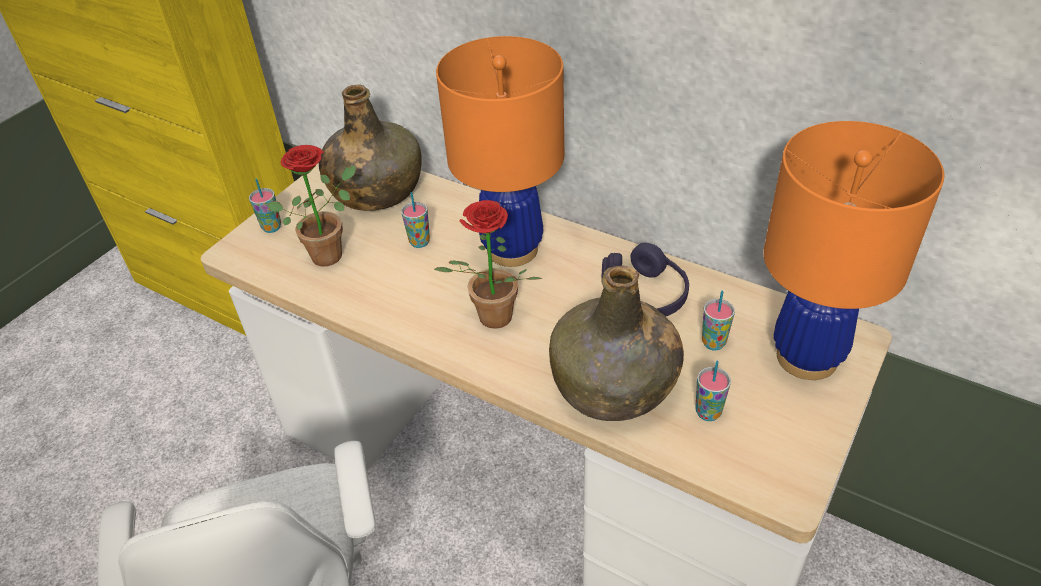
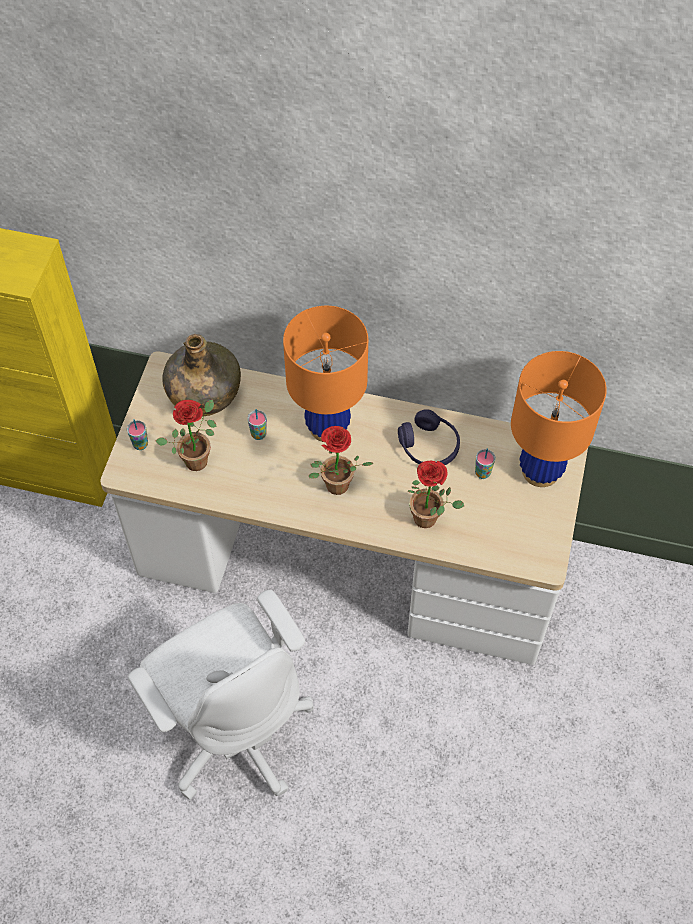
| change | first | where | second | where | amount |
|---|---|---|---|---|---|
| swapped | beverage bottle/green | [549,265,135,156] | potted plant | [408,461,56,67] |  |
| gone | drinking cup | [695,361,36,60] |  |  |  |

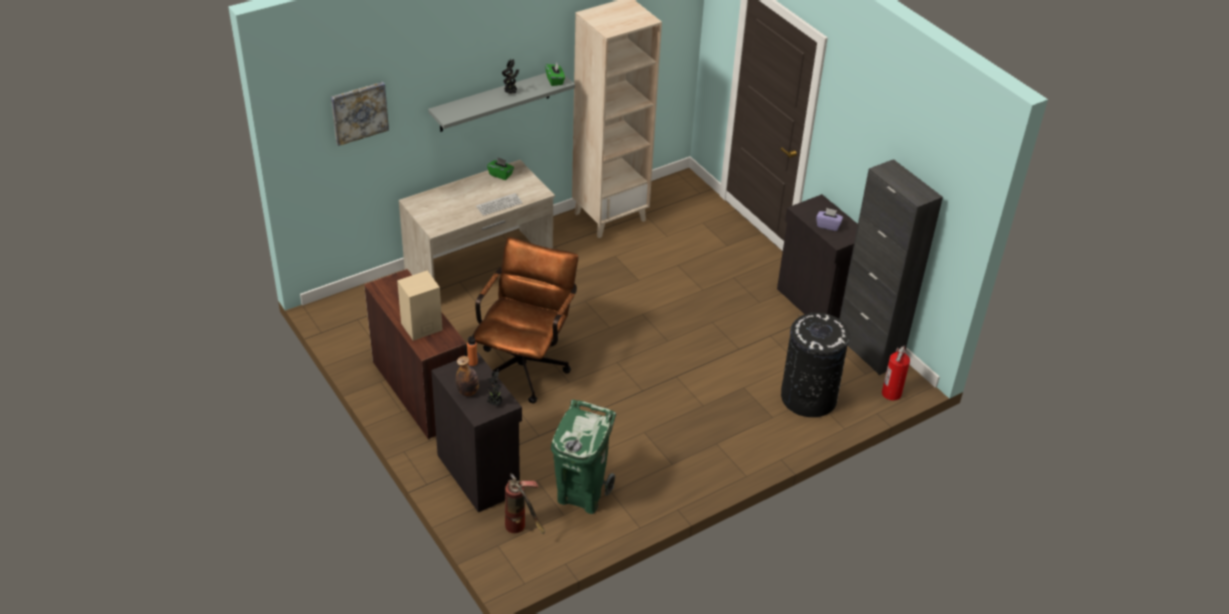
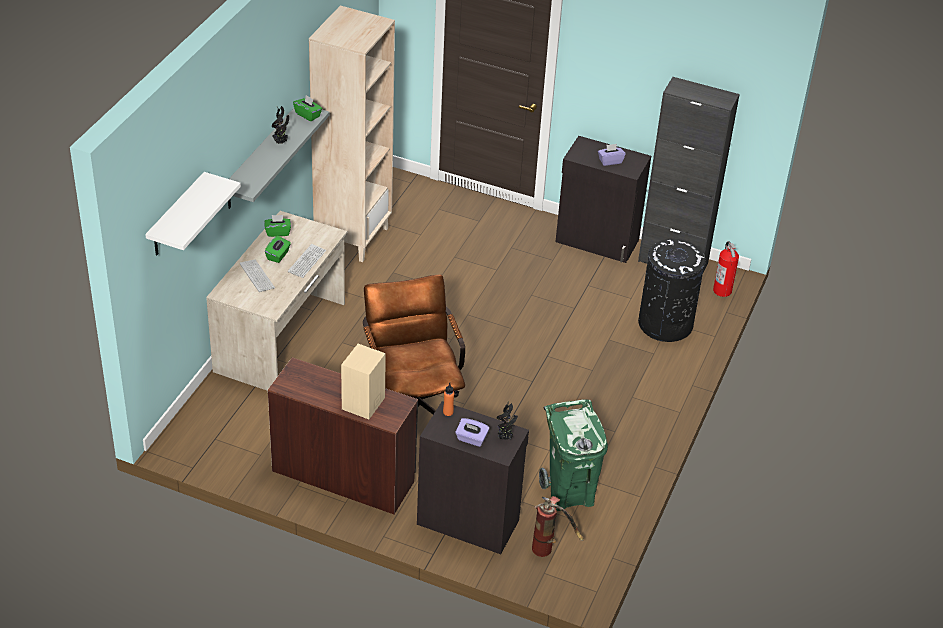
| change | first | where | second | where | amount |
|---|---|---|---|---|---|
| swapped | picture | [331,82,58,64] | wall shelf/white | [145,172,96,83] |  |
| swapped | beverage bottle | [456,356,23,40] | tissue holder/purplish | [455,418,35,29] |  |
| new |  |  | keyboard | [240,259,35,33] |  |
| new |  |  | tissue holder/green | [265,236,26,27] |  |

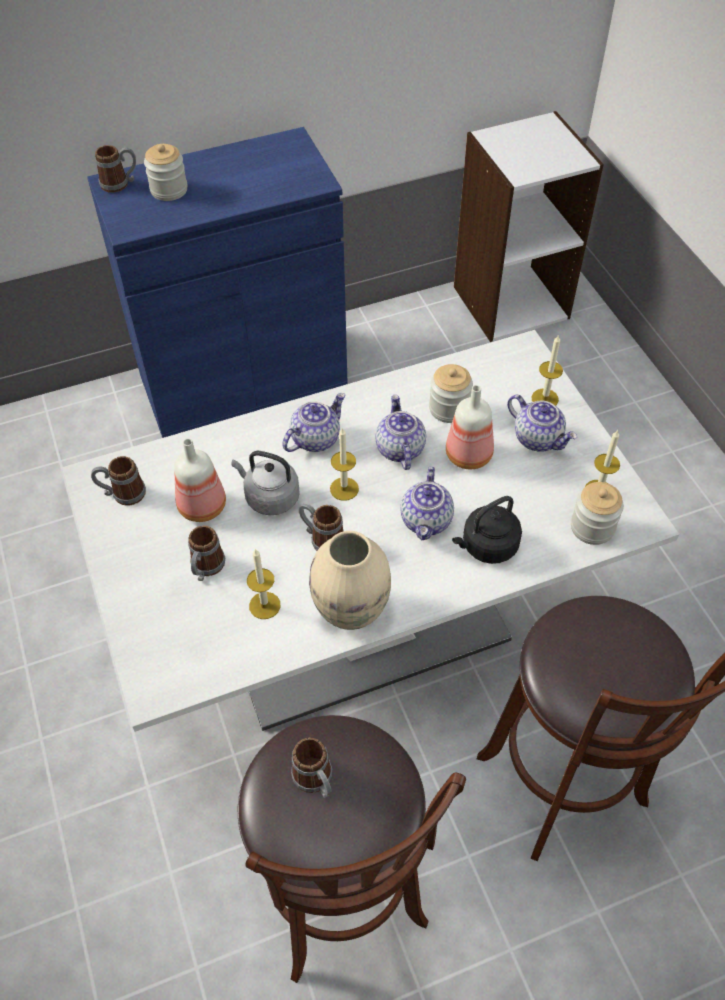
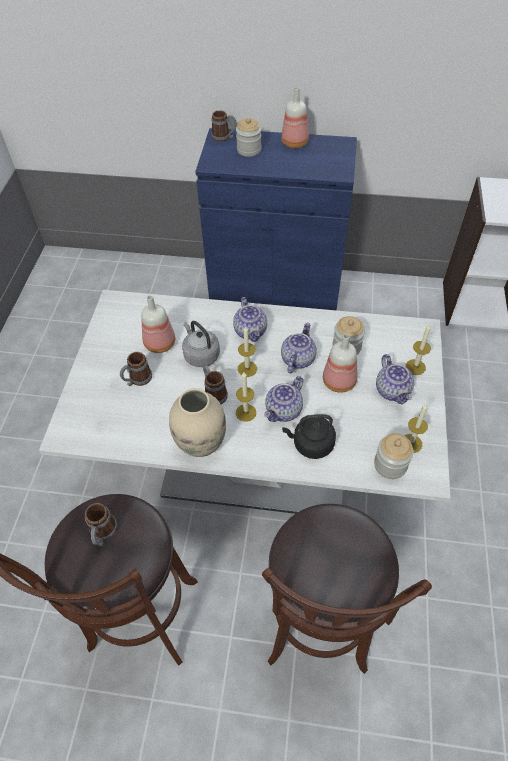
| change | first | where | second | where | amount |
|---|---|---|---|---|---|
| gone | coffee mug | [91,456,55,49] |  |  |  |
| shifted | wax candle | [247,549,33,70] |  | [236,372,20,50] |  |
| rotated | teapot | [282,393,63,59] |  | [233,297,34,45] | 90 degrees clockwise |
| new |  |  | beverage bottle | [281,87,28,61] |  |

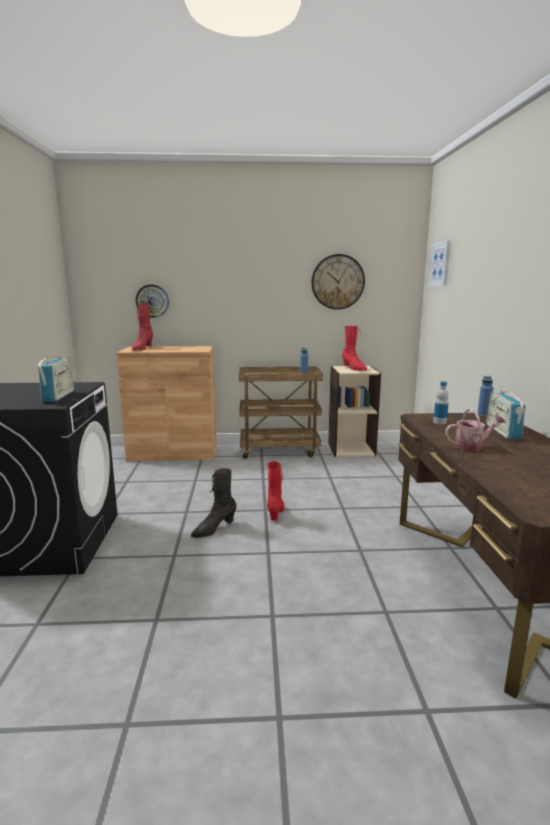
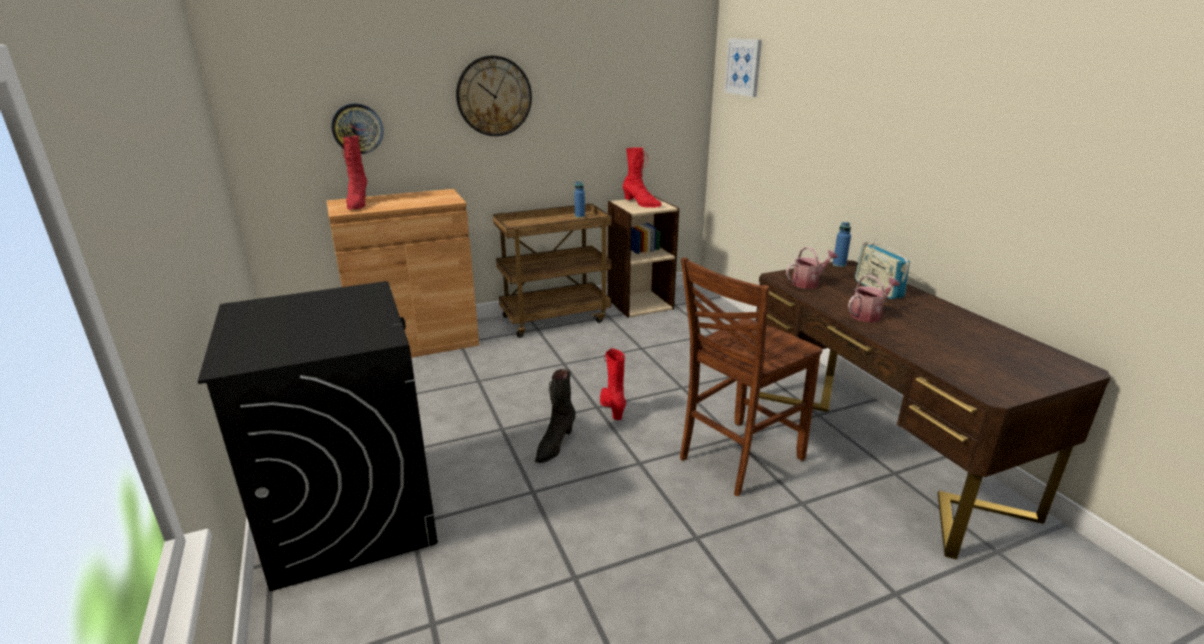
| change | first | where | second | where | amount |
|---|---|---|---|---|---|
| gone | radio | [38,355,36,47] |  |  |  |
| shifted | wall clock | [311,254,54,56] |  | [456,56,76,80] |  |
| swapped | beverage bottle | [433,381,16,43] | sprinkling can | [786,246,52,43] |  |
| new |  |  | chair/brown-coloured | [680,257,143,239] |  |

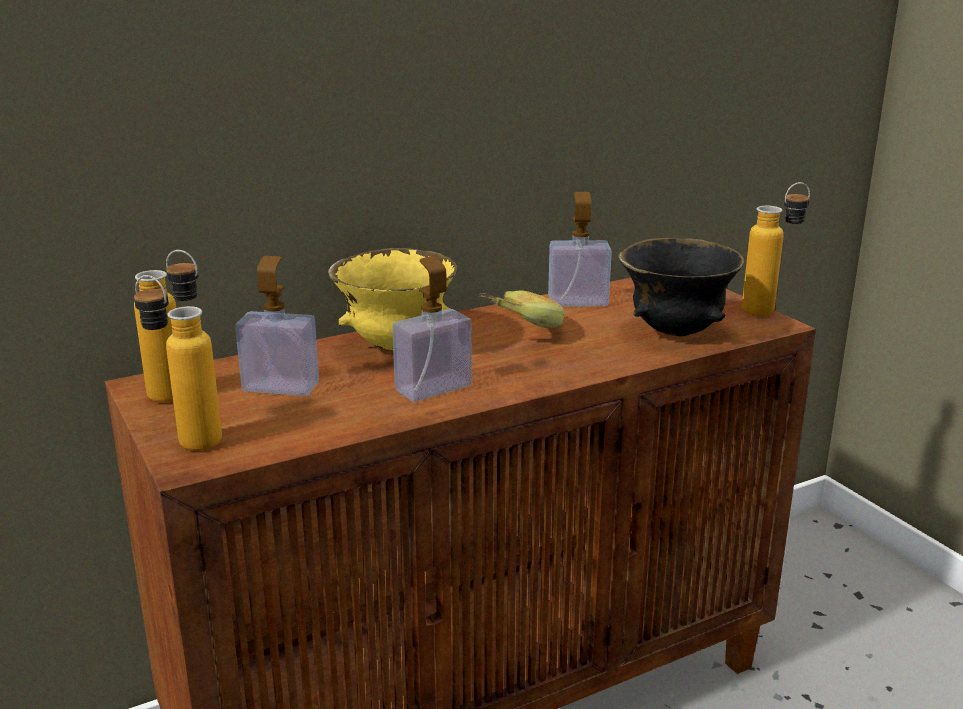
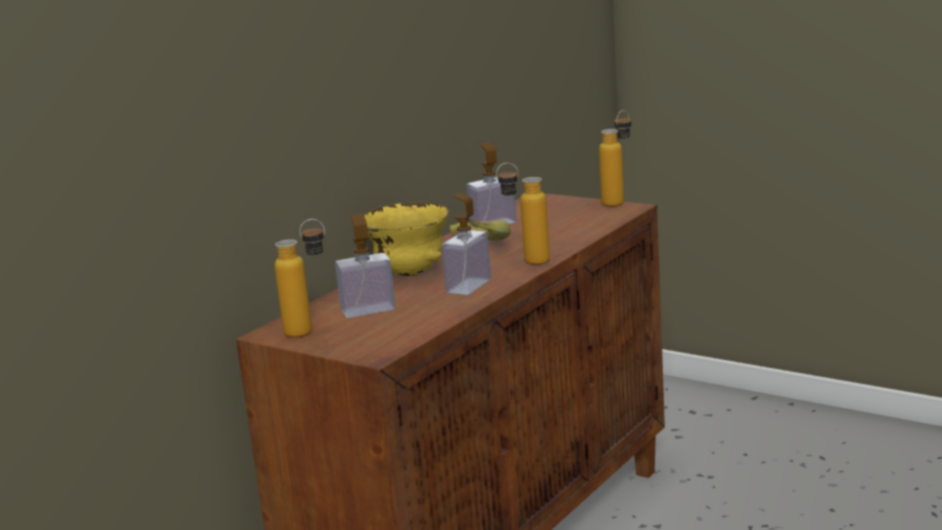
| change | first | where | second | where | amount |
|---|---|---|---|---|---|
| shifted | beverage bottle | [134,275,88,176] |  | [496,163,54,102] |  |
| gone | bowl/black-coloured | [618,238,127,98] |  |  |  |

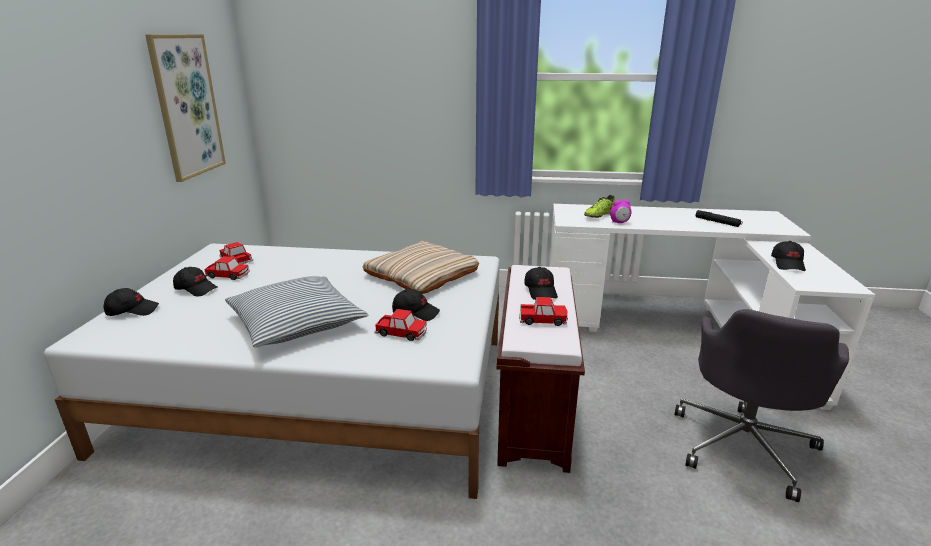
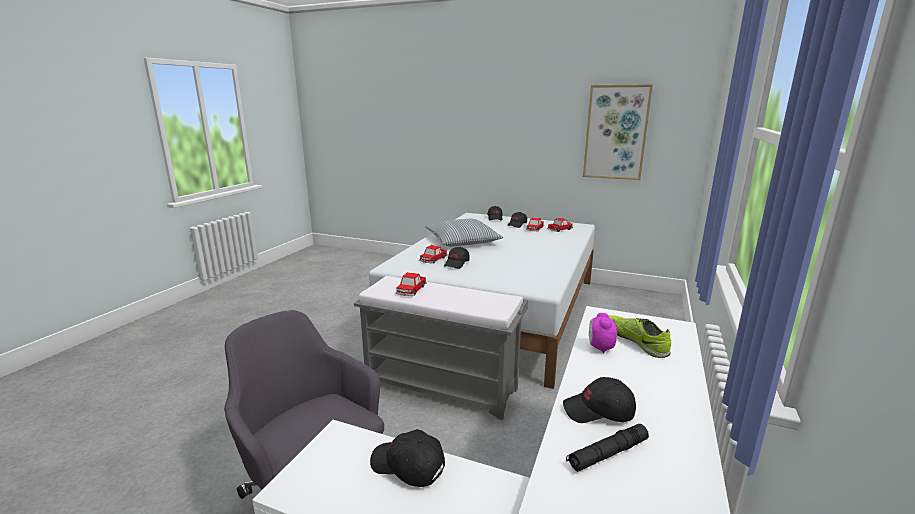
| change | first | where | second | where | amount |
|---|---|---|---|---|---|
| gone | pillow/beige-coloured | [363,241,116,53] |  |  |  |
| repainted | long seat/brown-coloured | [497,265,88,208] | long seat/greyish | [354,276,174,144] |  |
| shifted | baseball cap/black-coloured | [524,267,34,33] |  | [563,377,73,46] |  |

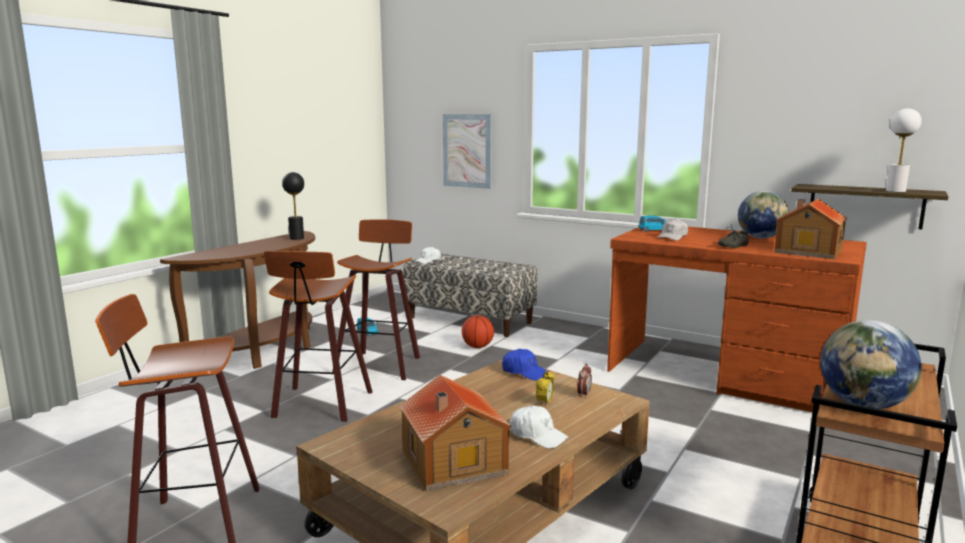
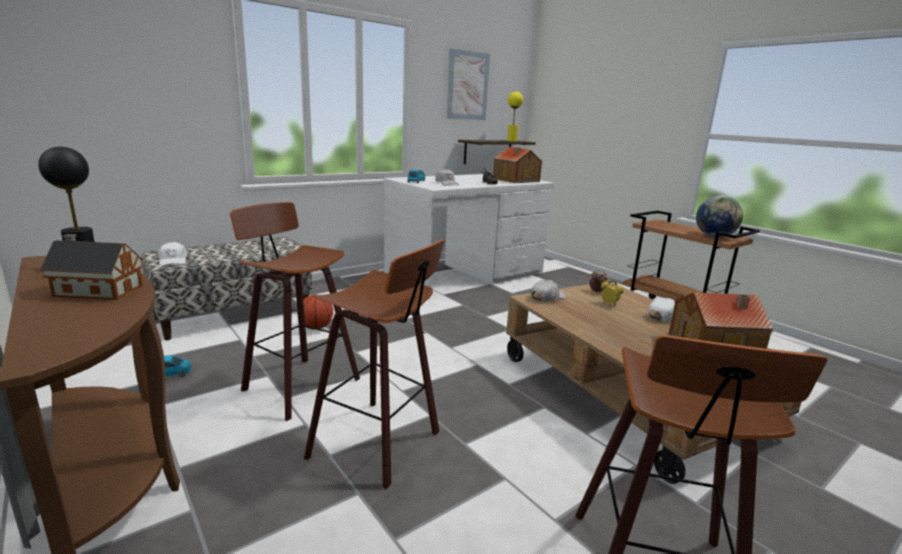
| change | first | where | second | where | amount |
|---|---|---|---|---|---|
| shifted | picture | [443,114,49,75] |  | [447,48,43,72] |  |
| repainted | baseball cap/blue-coloured | [502,349,47,31] | baseball cap/white | [531,280,35,22] |  |
| repainted | desk/brown-coloured | [607,227,260,185] | desk/white | [384,173,170,127] |  |
| gone | desk globe | [738,191,51,47] |  |  |  |
| repainted | tabletop lamp/white | [886,108,36,84] | tabletop lamp/yellowish | [507,91,16,51] |  |
| new |  |  | toy house | [40,234,103,66] |  |

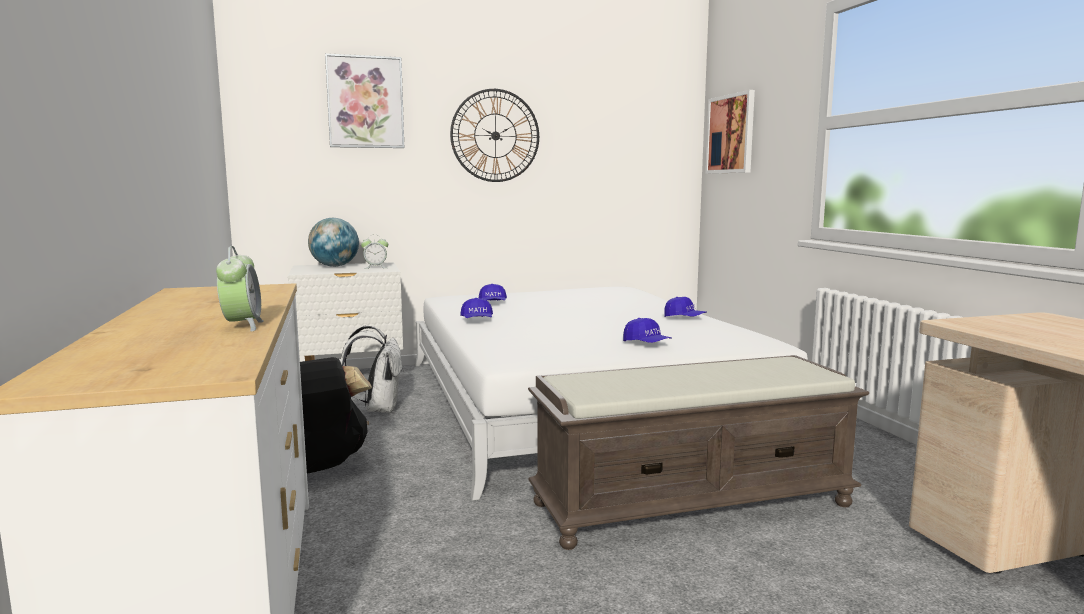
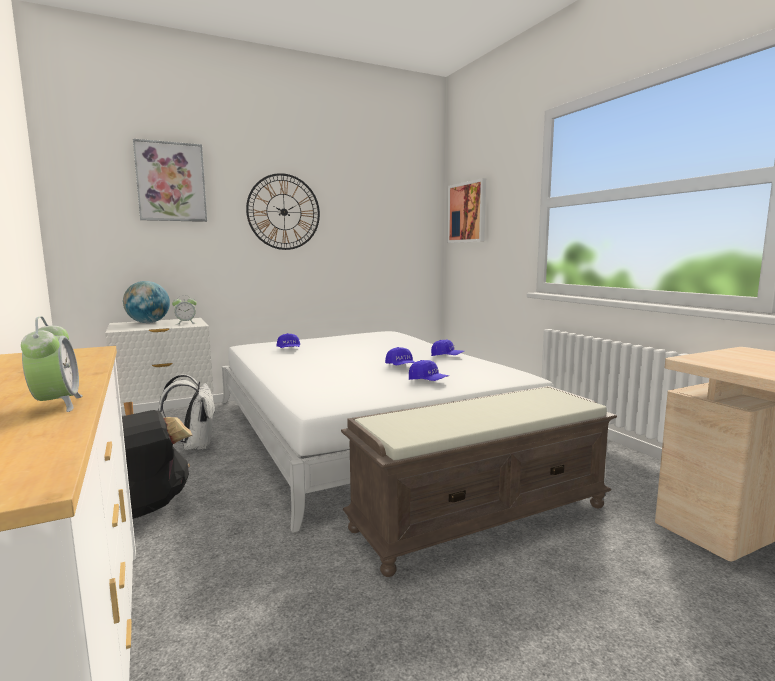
| change | first | where | second | where | amount |
|---|---|---|---|---|---|
| shifted | baseball cap/blue-coloured | [460,298,33,20] |  | [385,347,30,18] |  |

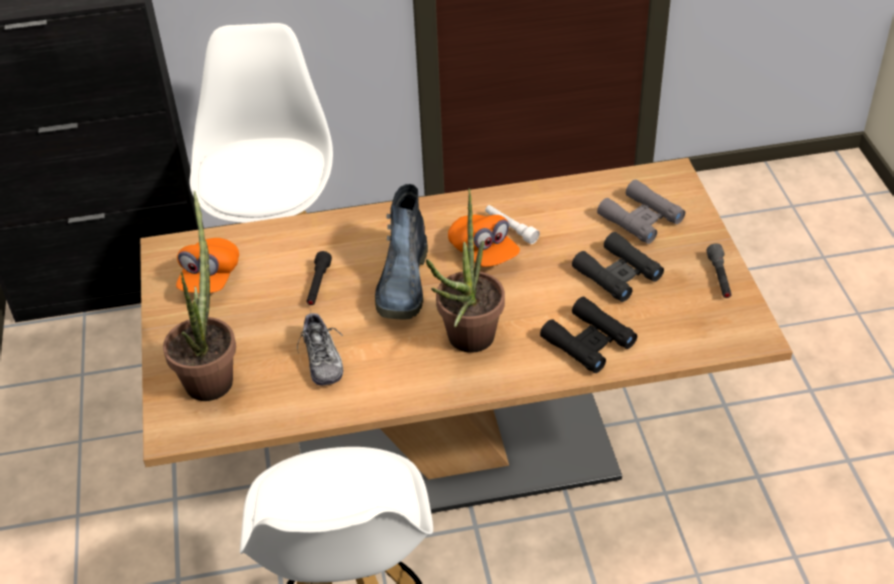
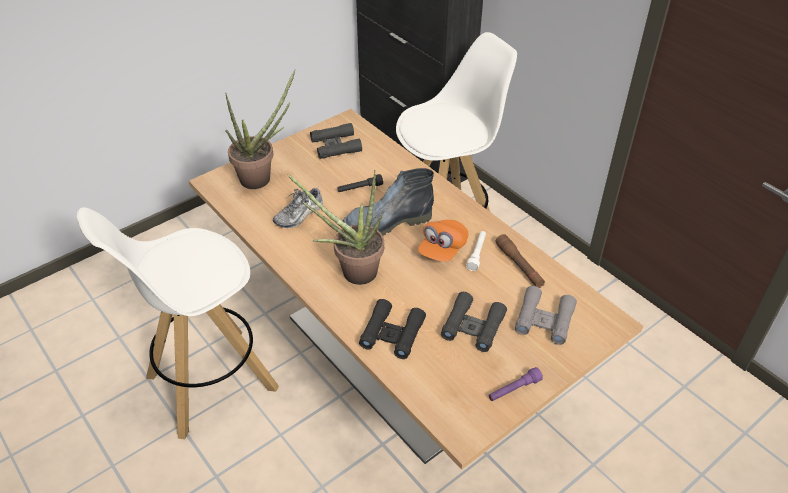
| change | first | where | second | where | amount |
|---|---|---|---|---|---|
| swapped | baseball cap/orangey | [176,238,63,55] | field glasses/black-coloured | [310,123,52,36] |  |
| repainted | torch/greyish | [707,243,25,55] | torch/purplish | [489,367,54,34] |  |
| new |  |  | torch/brown-coloured | [495,234,50,54] |  |

